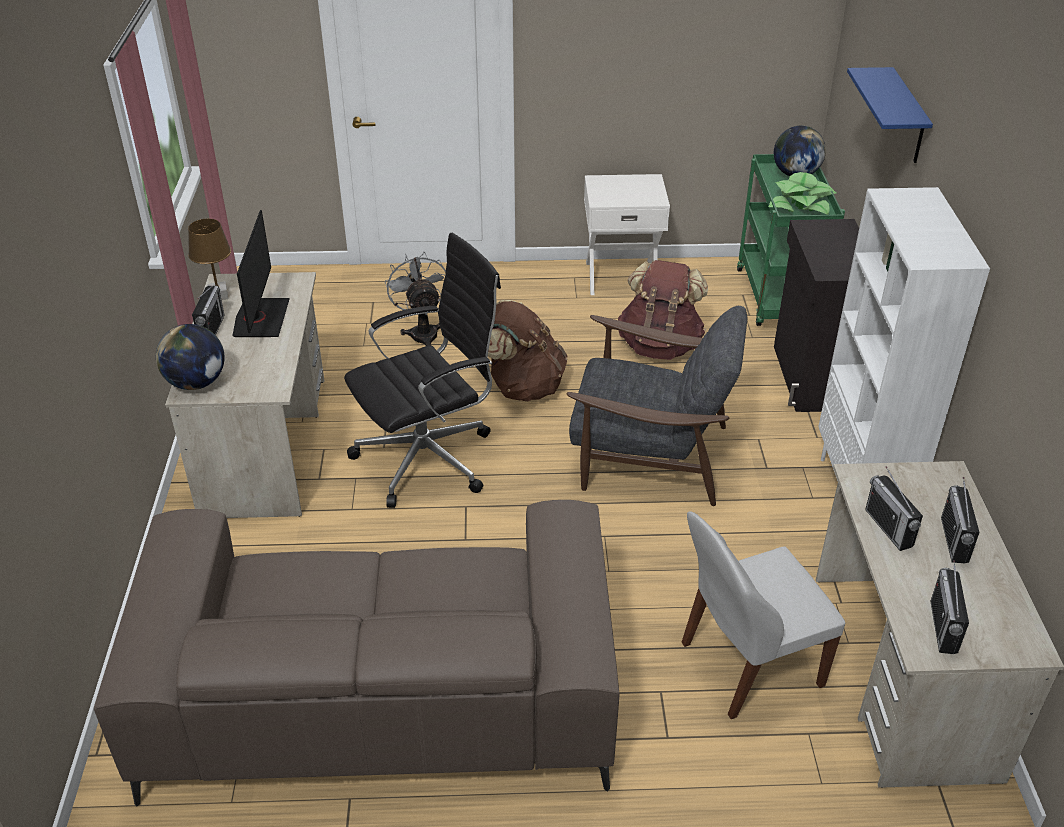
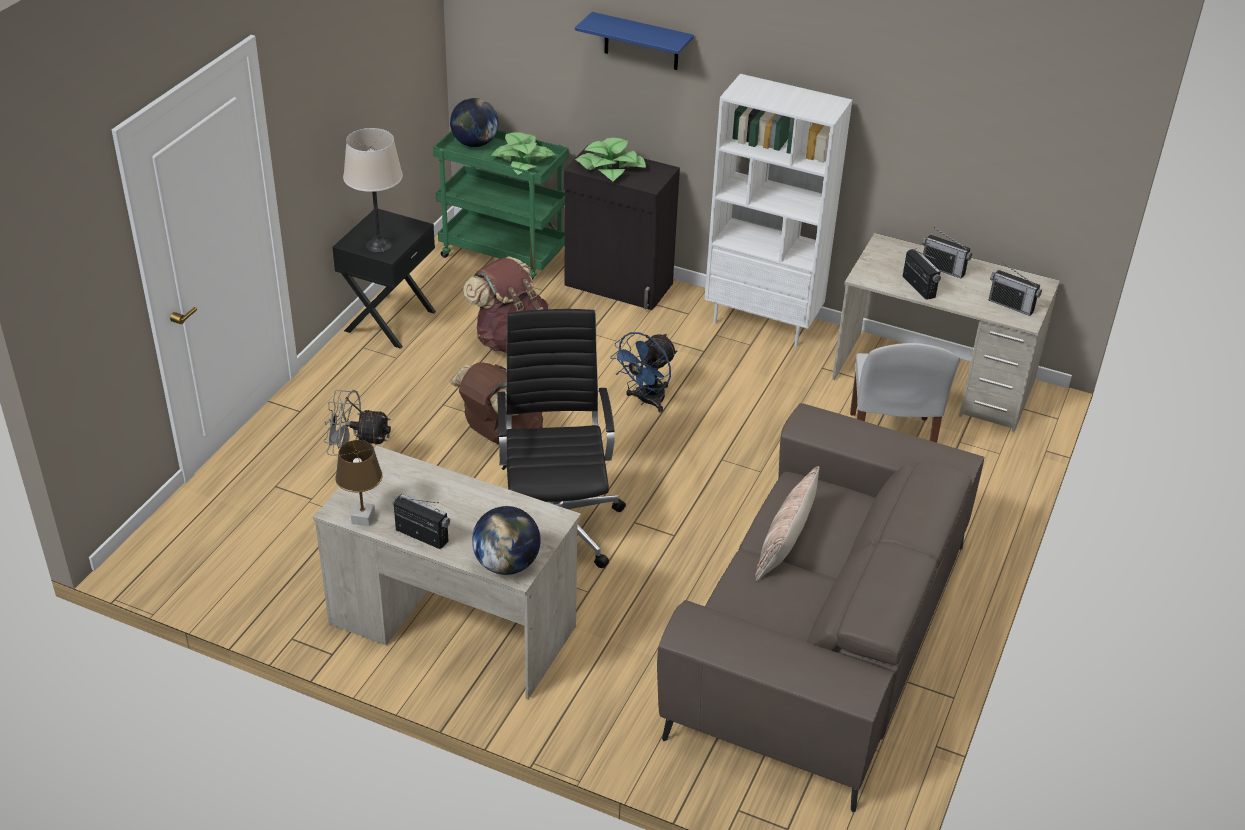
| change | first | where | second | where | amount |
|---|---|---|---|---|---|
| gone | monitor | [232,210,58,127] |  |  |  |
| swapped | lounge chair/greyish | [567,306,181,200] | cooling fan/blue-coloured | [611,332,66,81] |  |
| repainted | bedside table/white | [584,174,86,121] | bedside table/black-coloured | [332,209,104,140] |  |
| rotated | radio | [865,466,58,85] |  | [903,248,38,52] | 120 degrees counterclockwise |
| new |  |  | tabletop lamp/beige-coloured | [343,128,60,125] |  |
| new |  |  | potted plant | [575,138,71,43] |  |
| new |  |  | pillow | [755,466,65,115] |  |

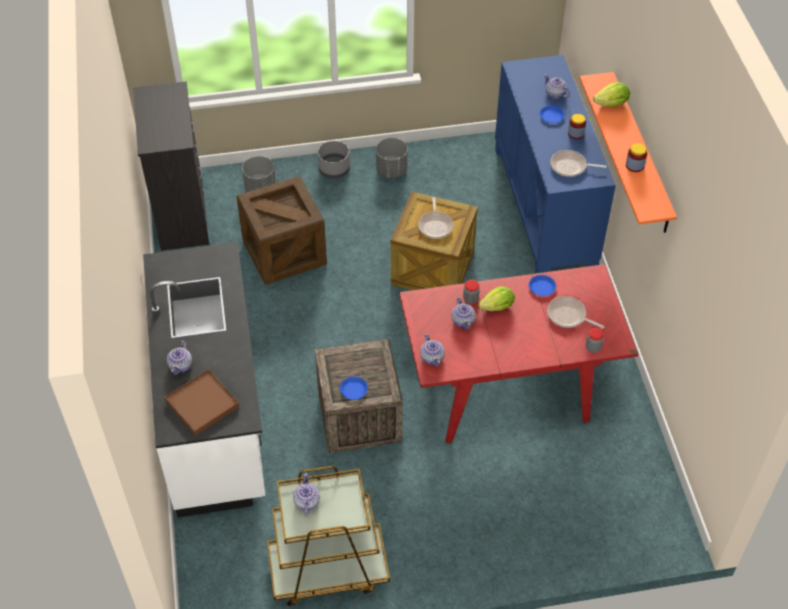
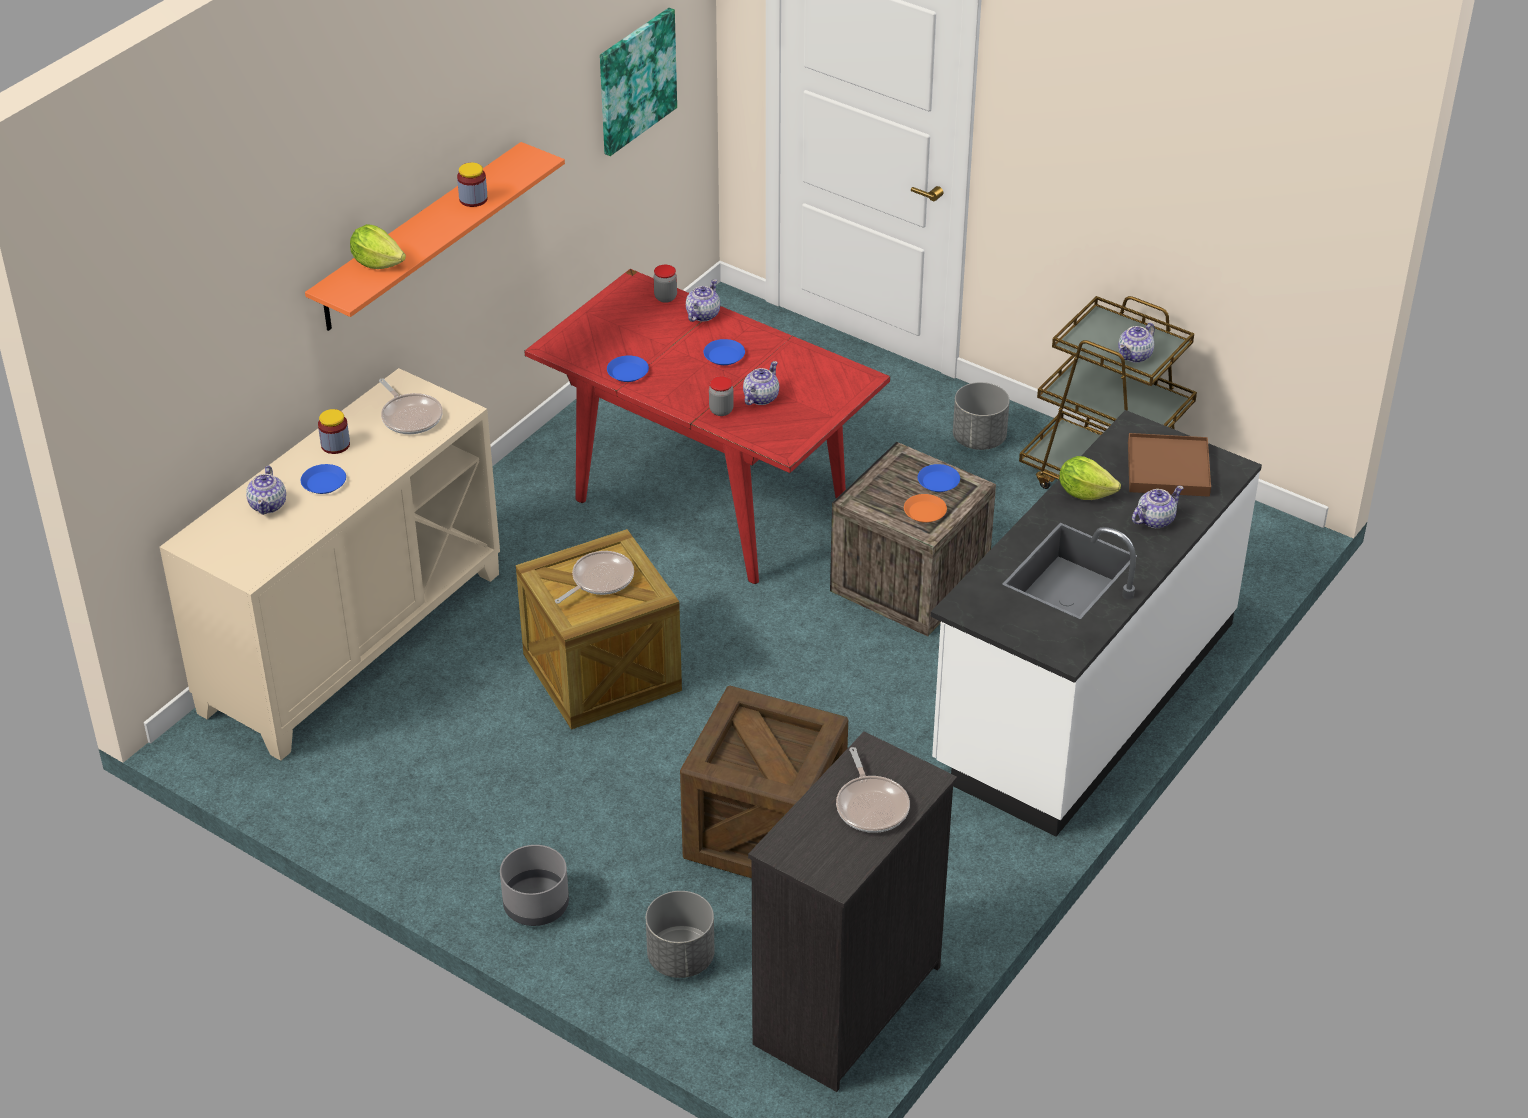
| change | first | where | second | where | amount |
|---|---|---|---|---|---|
| shifted | flower pot/greyish | [376,138,32,40] |  | [953,382,57,68] |  |
| shifted | teapot | [420,334,25,32] |  | [686,279,34,43] |  |
| shifted | head of lettuce | [478,286,37,25] |  | [1059,456,62,44] |  |
| repainted | cabinet/blue-coloured | [495,55,121,219] | cabinet/beige-coloured | [160,368,340,393] |  |
| shifted | skillet | [547,296,57,33] |  | [836,747,74,86] |  |
| new |  |  | picture | [600,8,77,148] |  |
| new |  |  | plate/blue-coloured | [703,339,42,26] |  |
| new |  |  | plate/orangey | [904,494,43,29] |  |

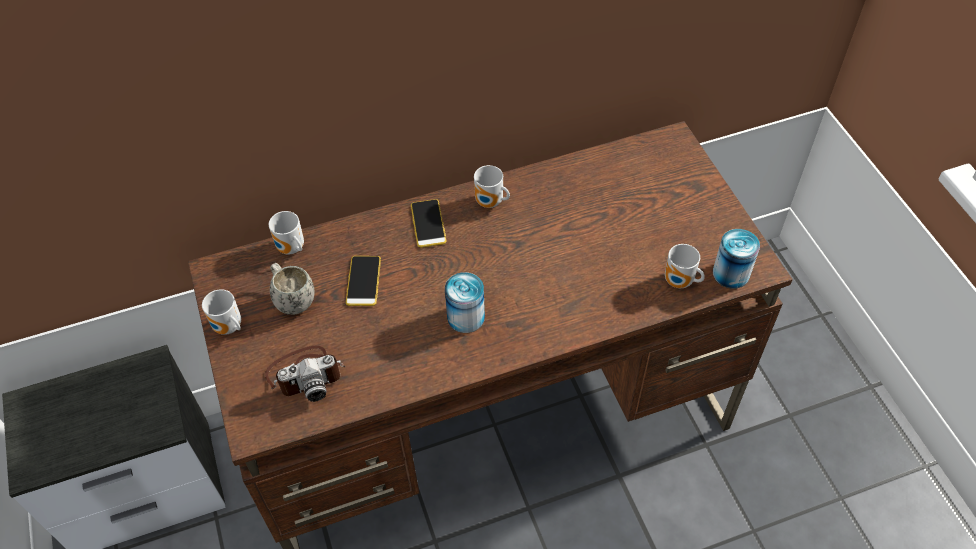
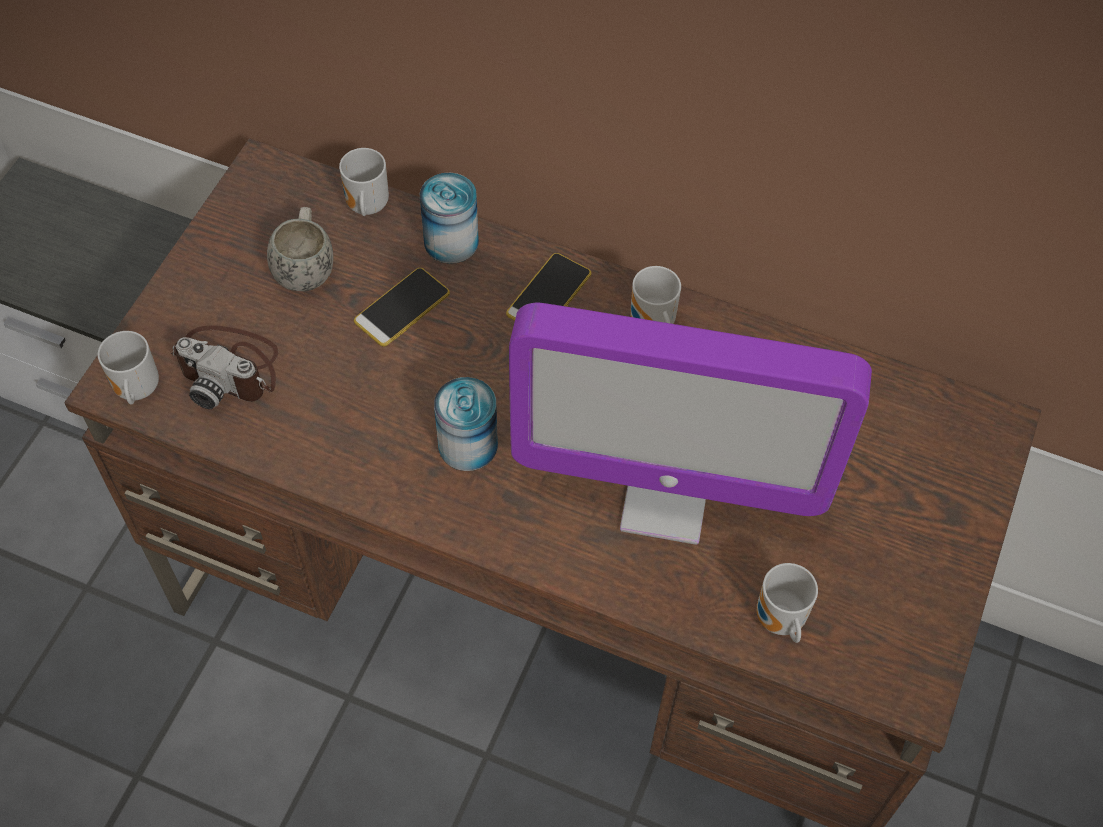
| change | first | where | second | where | amount |
|---|---|---|---|---|---|
| shifted | coffee mug | [202,289,39,46] |  | [98,331,61,74] |  |
| shifted | sealed can | [713,229,47,60] |  | [420,173,59,91] |  |
| new |  |  | monitor | [509,303,363,242] |  |

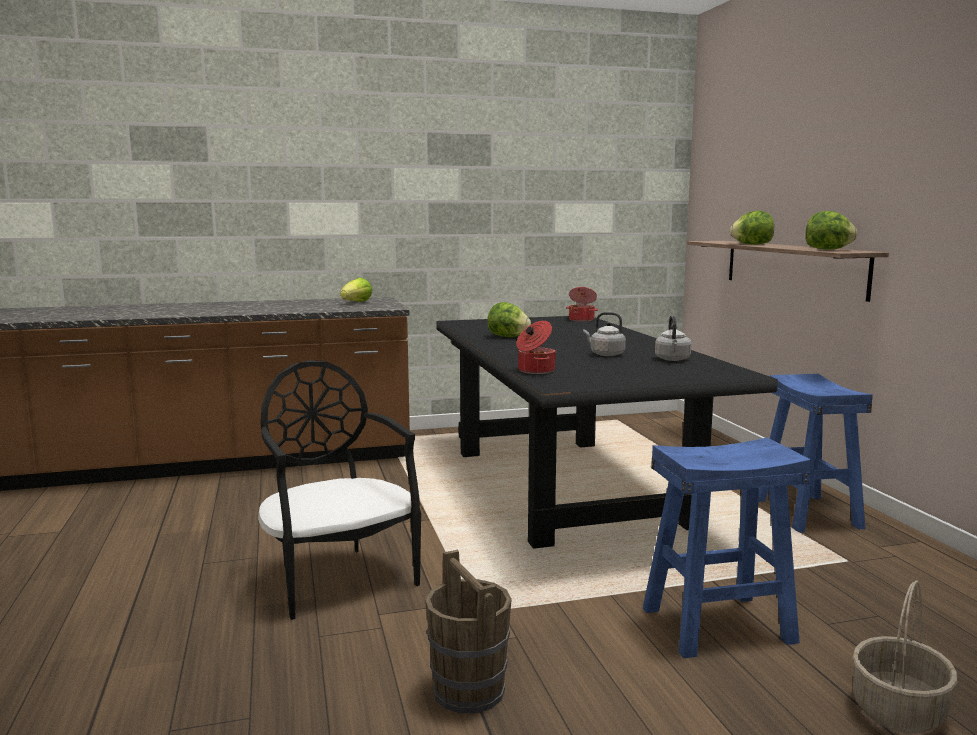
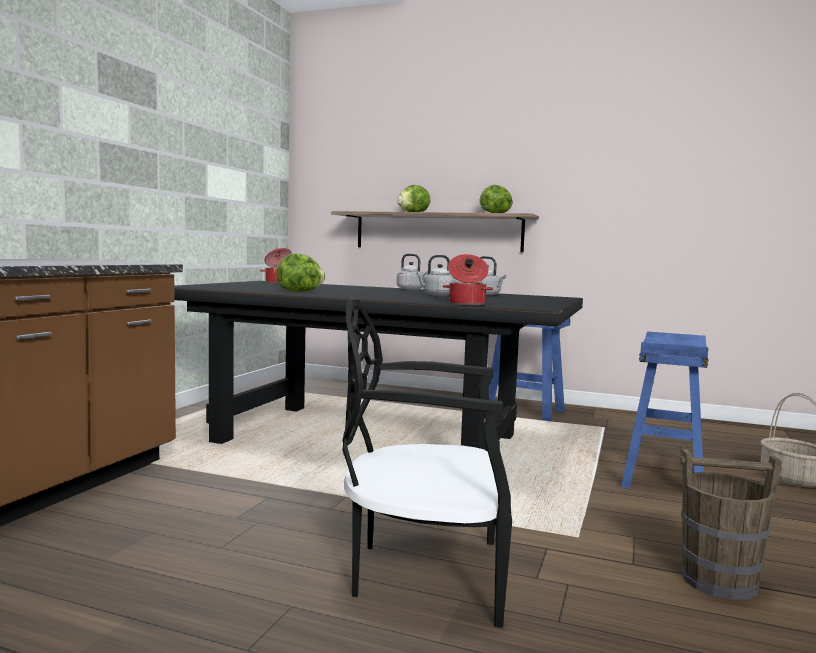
| change | first | where | second | where | amount |
|---|---|---|---|---|---|
| gone | head of lettuce | [340,278,33,24] |  |  |  |
| new |  |  | tea kettle/greyish | [397,254,31,36] |  |

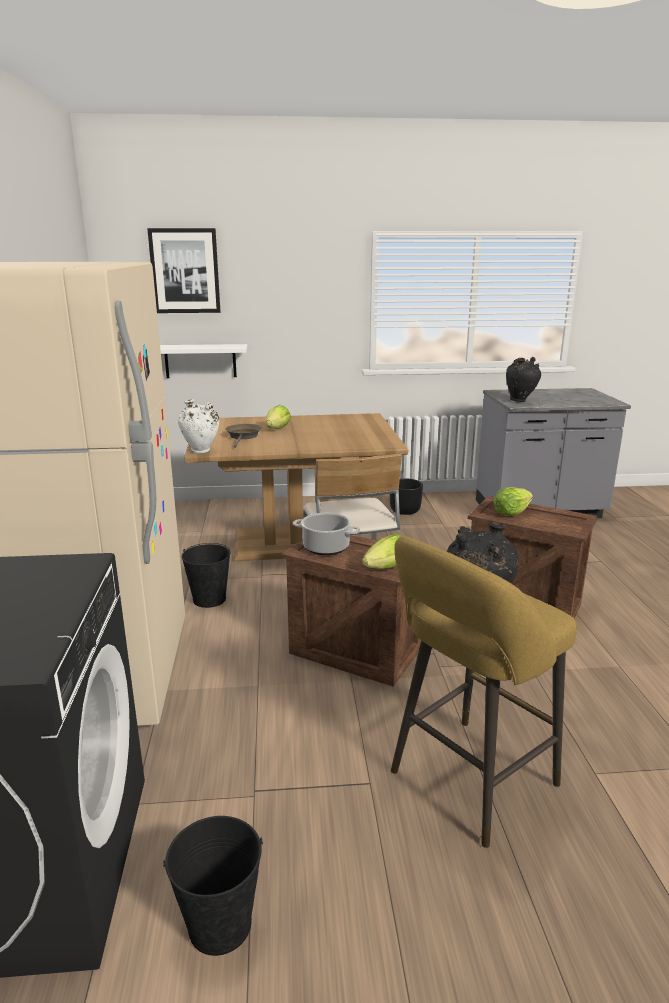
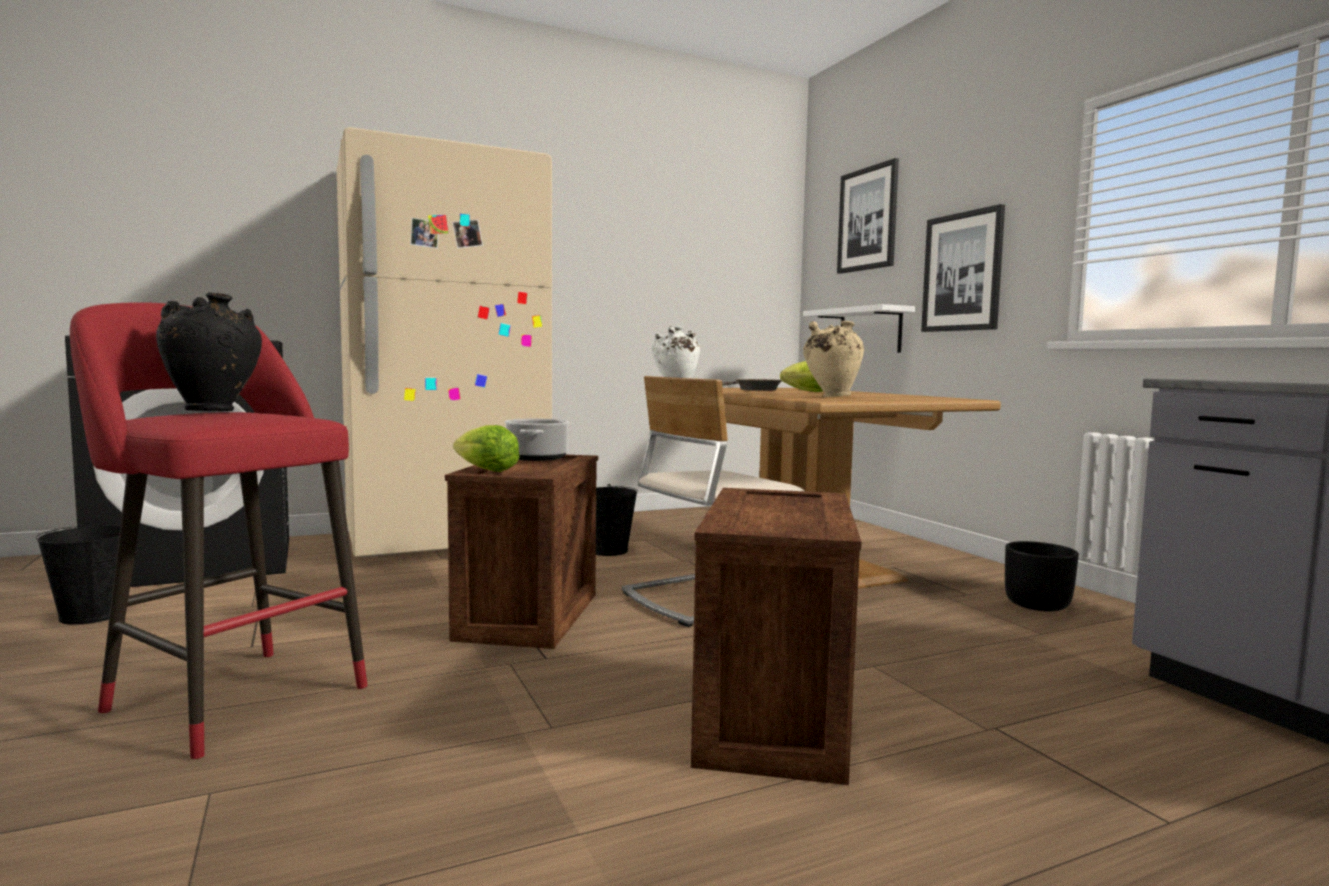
| change | first | where | second | where | amount |
|---|---|---|---|---|---|
| repainted | stool seat/yellowish | [391,537,186,311] | stool seat/reddish | [70,302,297,457] |  |
| gone | head of lettuce | [493,487,40,29] |  |  |  |
| gone | flower vase/black-coloured | [506,357,35,45] |  |  |  |
| new |  |  | flower vase/beige-coloured | [803,321,61,76] |  |
| new |  |  | picture | [921,204,84,128] |  |

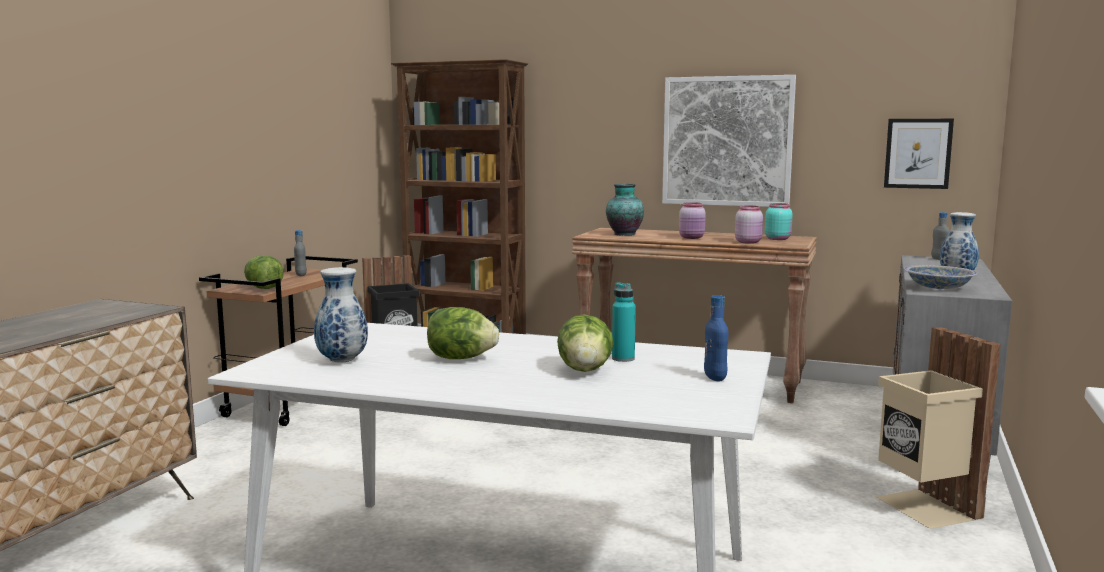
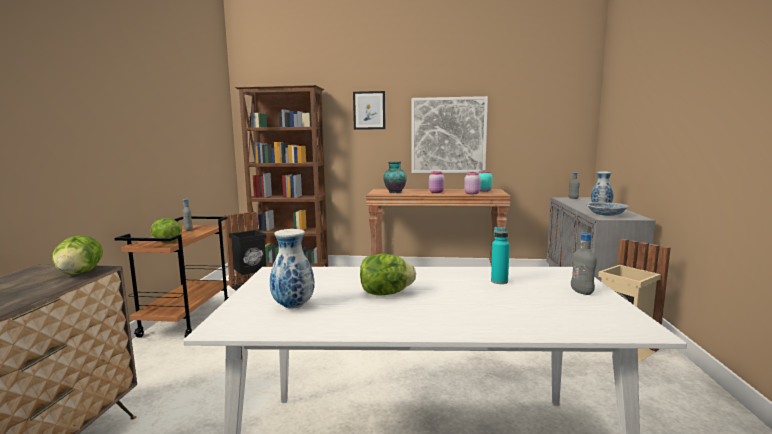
| change | first | where | second | where | amount |
|---|---|---|---|---|---|
| shifted | head of lettuce | [557,314,57,58] |  | [52,236,51,39] |  |
| repainted | beverage bottle/blue-coloured | [704,295,25,87] | beverage bottle/greyish | [571,233,26,62] |  |
| shifted | picture | [884,119,70,70] |  | [353,91,32,39] |  |

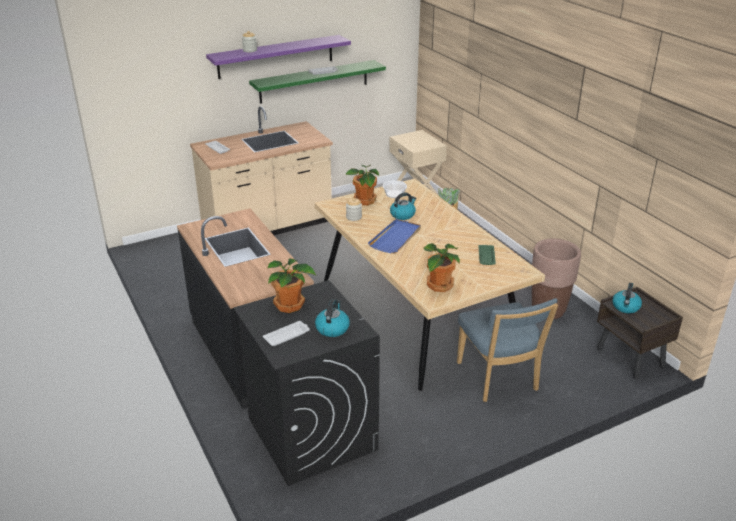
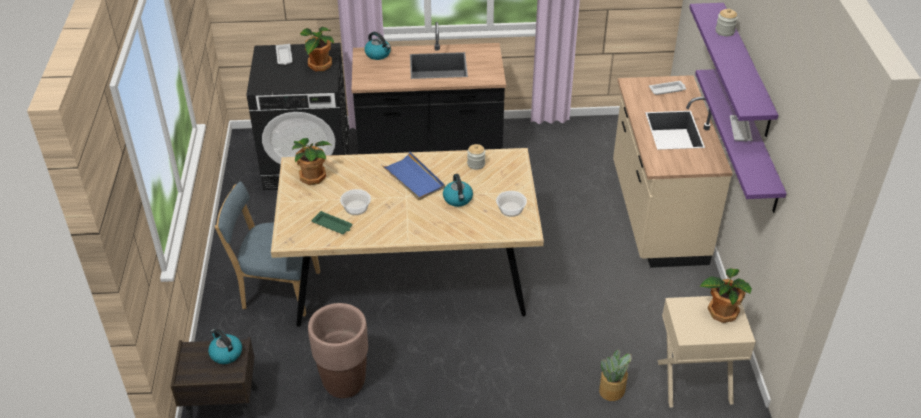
| change | first | where | second | where | amount |
|---|---|---|---|---|---|
| repainted | wall shelf/green | [249,60,137,44] | wall shelf/purplish | [695,69,92,144] |  |
| shifted | tea kettle | [315,299,35,38] |  | [364,32,27,28] |  |
| shifted | potted plant | [345,165,34,40] |  | [699,268,53,55] |  |
| new |  |  | bowl | [340,189,31,26] |  |

